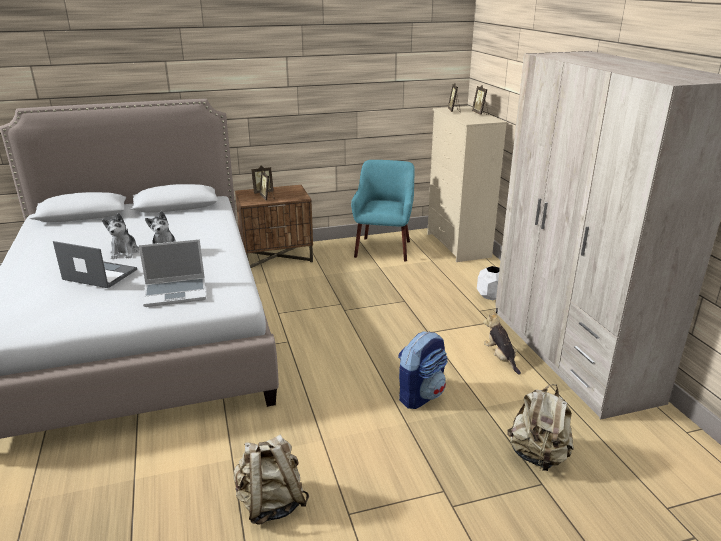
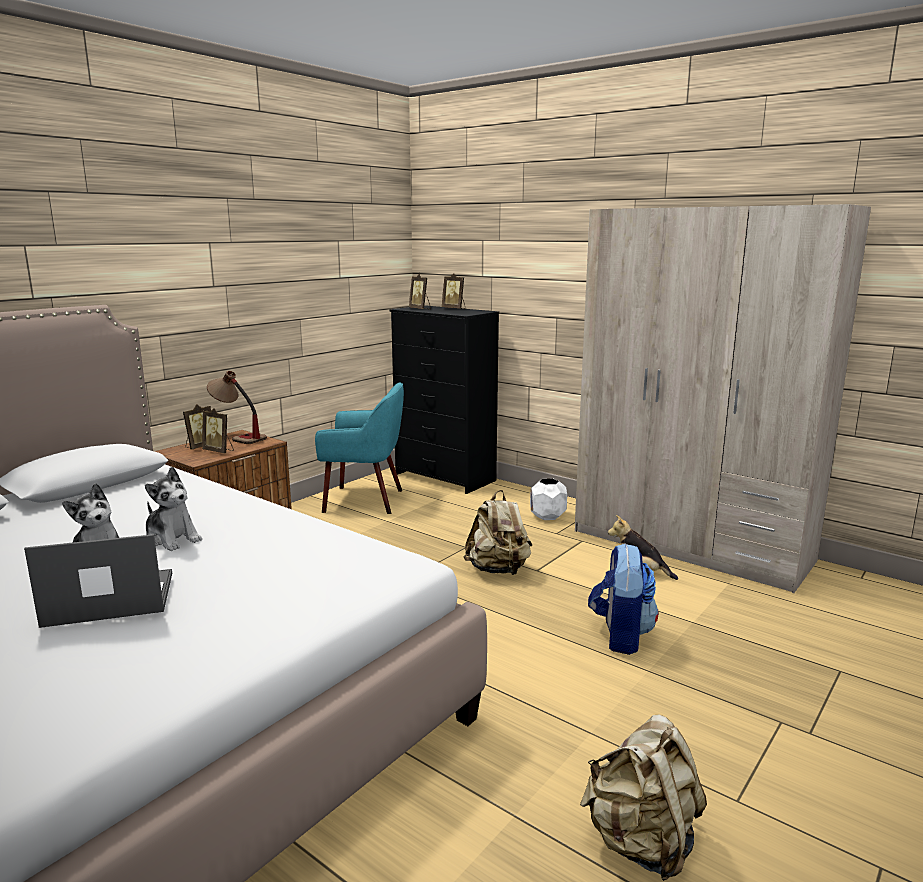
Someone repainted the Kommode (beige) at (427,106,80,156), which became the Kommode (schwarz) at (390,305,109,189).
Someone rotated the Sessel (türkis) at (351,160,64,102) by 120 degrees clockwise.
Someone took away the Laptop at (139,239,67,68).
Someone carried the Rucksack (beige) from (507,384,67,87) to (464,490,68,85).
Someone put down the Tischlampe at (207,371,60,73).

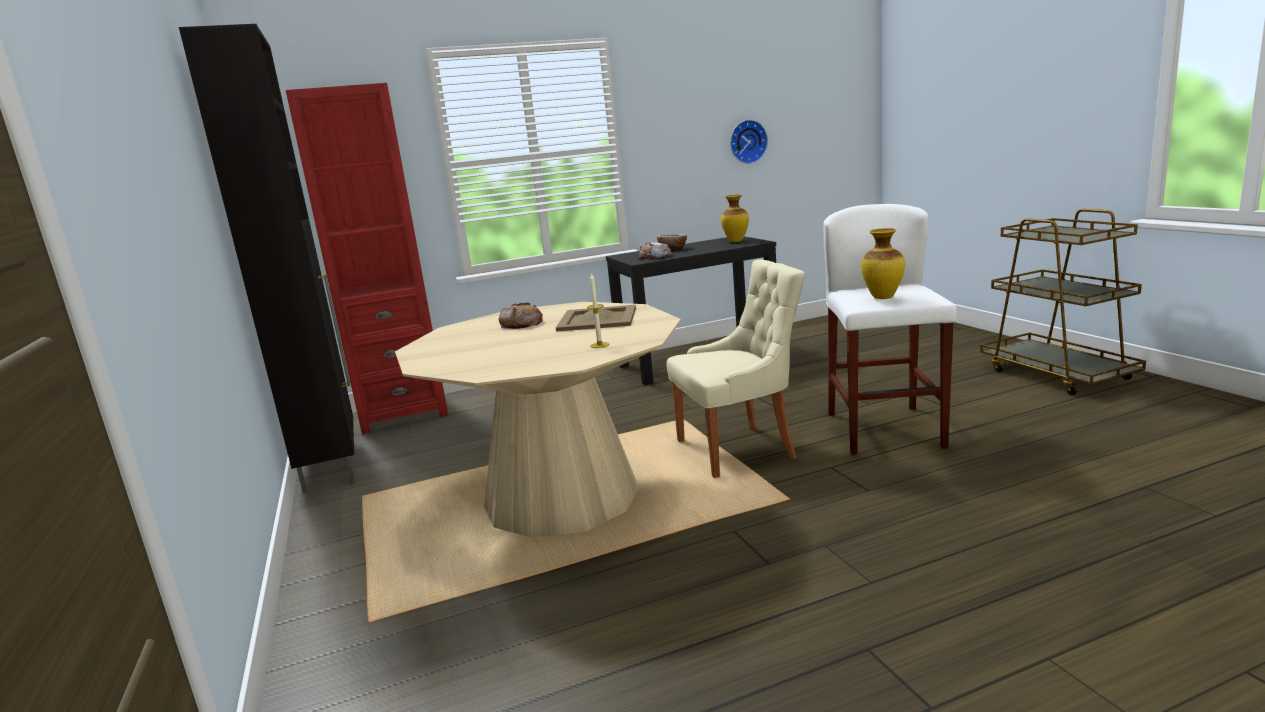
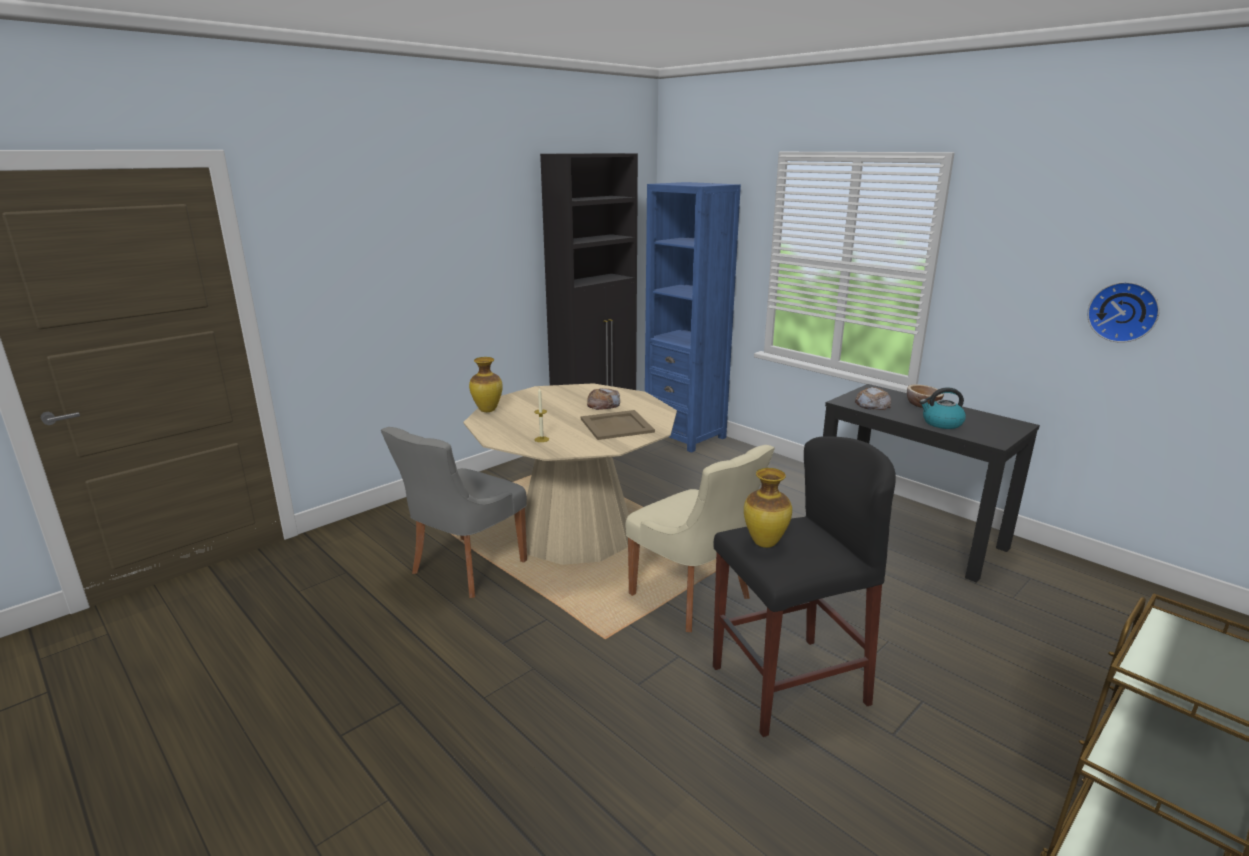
Someone repainted the Bücherregal (rot) at (286,83,162,351), which became the Bücherregal (blau) at (645,182,96,271).
Someone carried the Vase from (721,195,28,47) to (469,357,34,55).
Someone repainted the Hocker (weiß) at (823,204,134,251), which became the Hocker (schwarz) at (713,436,183,301).
Someone put down the Wasserkessel at (920,388,46,41).
Someone put down the Stuhl (grau) at (381,427,146,171).

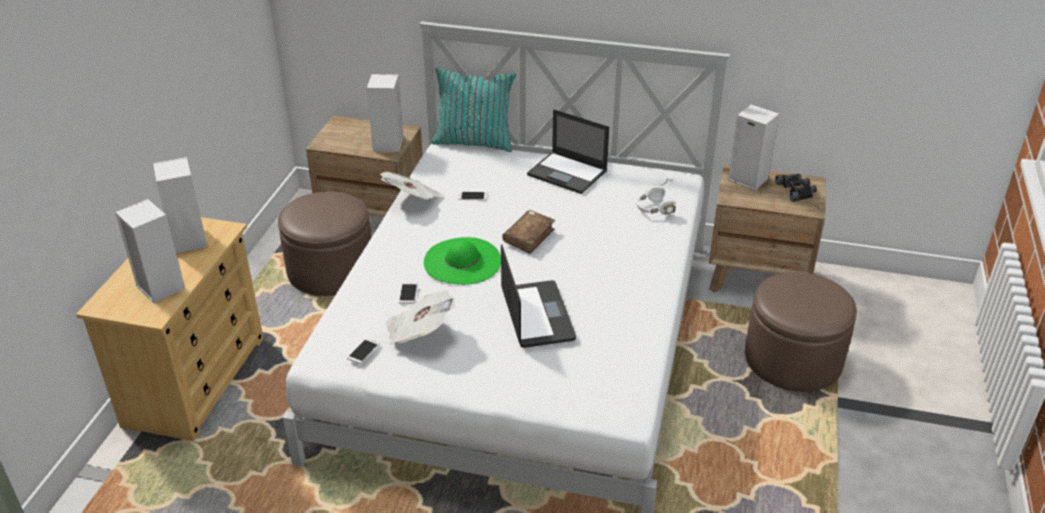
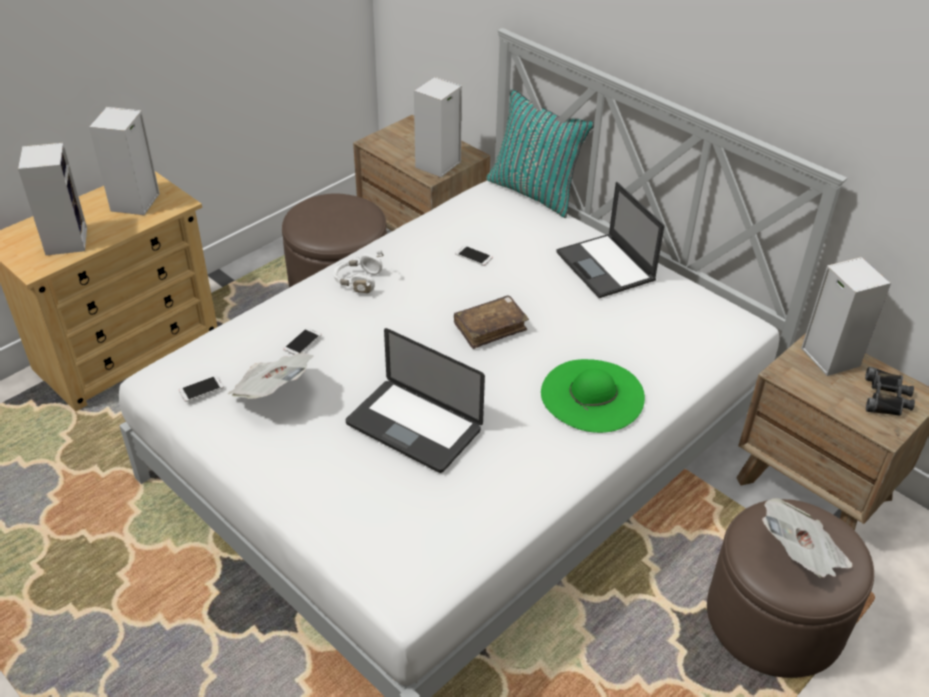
Someone carried the Zeitung from (380,172,64,28) to (762,498,91,80).
Someone carried the Kopfhörer (weiß) from (636,177,40,38) to (333,249,51,44).
Someone carried the Hut (grün) from (424,237,77,48) to (541,359,104,74).
Someone rotated the Laptop at (501,244,75,104) by 105 degrees clockwise.

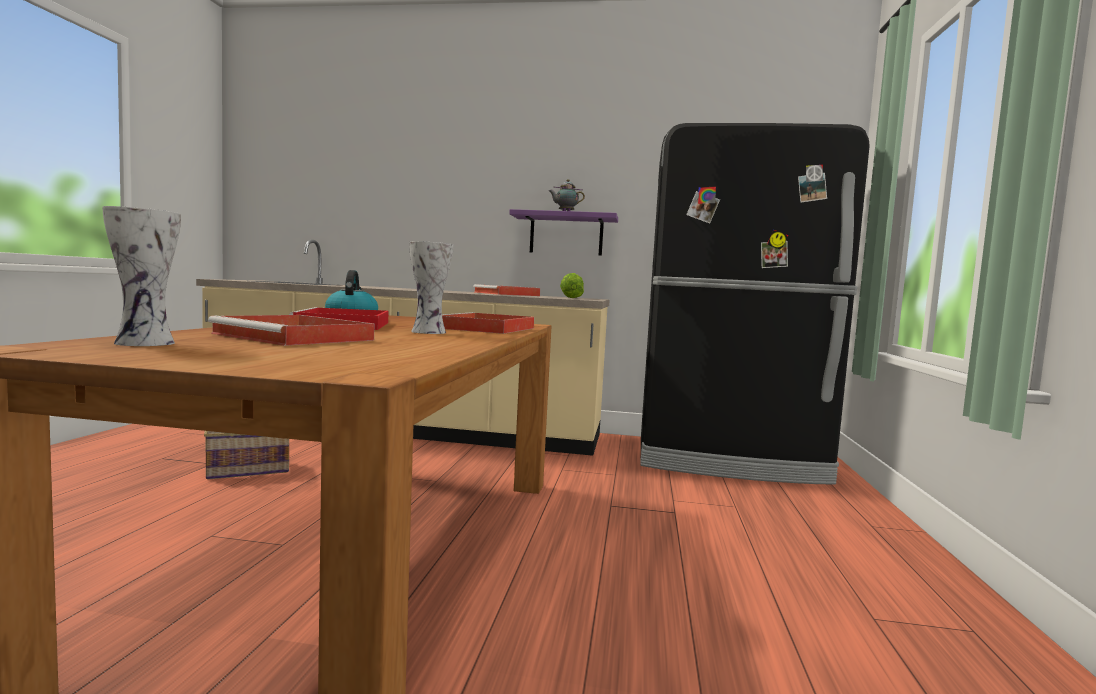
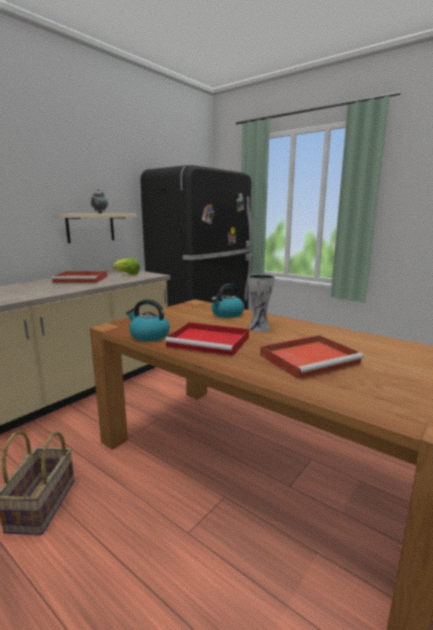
Someone took away the Vase at (102,206,79,140).
Someone repainted the Wandregal (lila) at (509,209,109,47), which became the Wandregal (beige) at (54,214,83,29).
Someone swapped the Tablett (rot) at (442,312,92,22) for the Wasserkessel at (211,284,33,34).

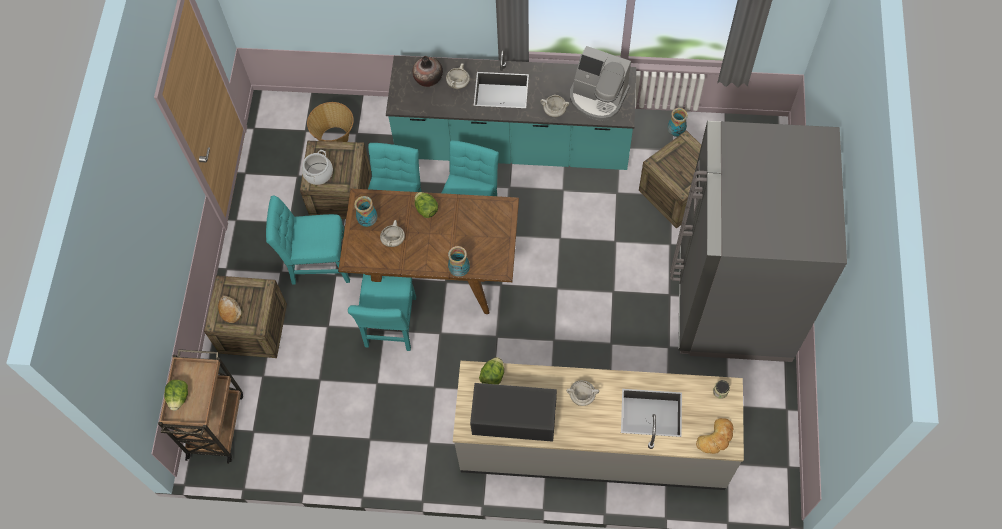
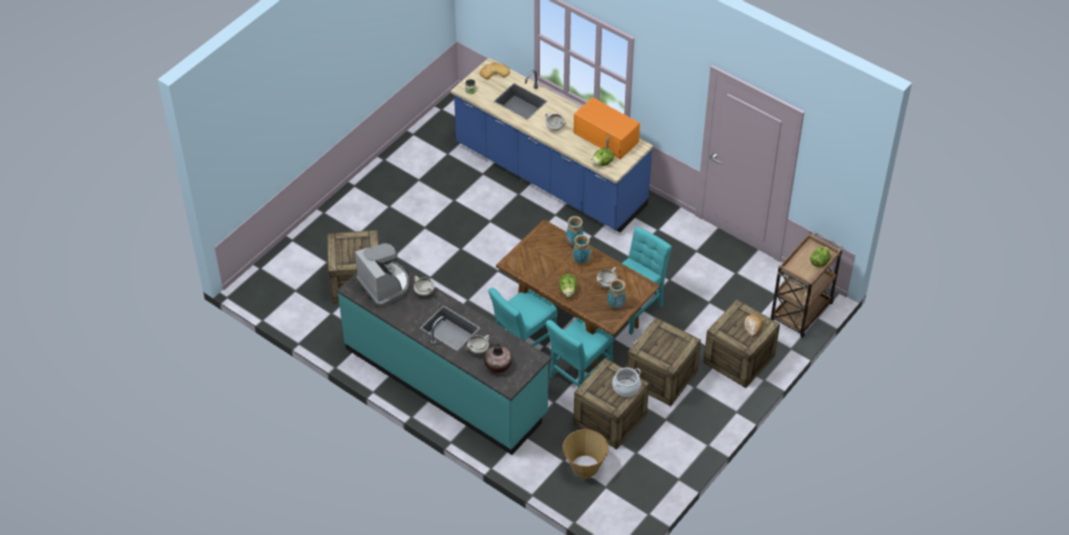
Someone carried the Vase from (667,108,21,29) to (573,234,17,29).
Someone took away the Kühlschrank (grau) at (670,121,177,241).
Someone swapped the Stuhl (türkis) at (266,195,84,89) for the Kiste at (627,317,74,89).
Someone repainted the Küchenzeile (grau) at (453,361,291,129), which became the Küchenzeile (blau) at (451,58,202,174).
Someone repainted the Mikrowelle (schwarz) at (470,383,87,59), which became the Mikrowelle (orange) at (573,97,67,62).

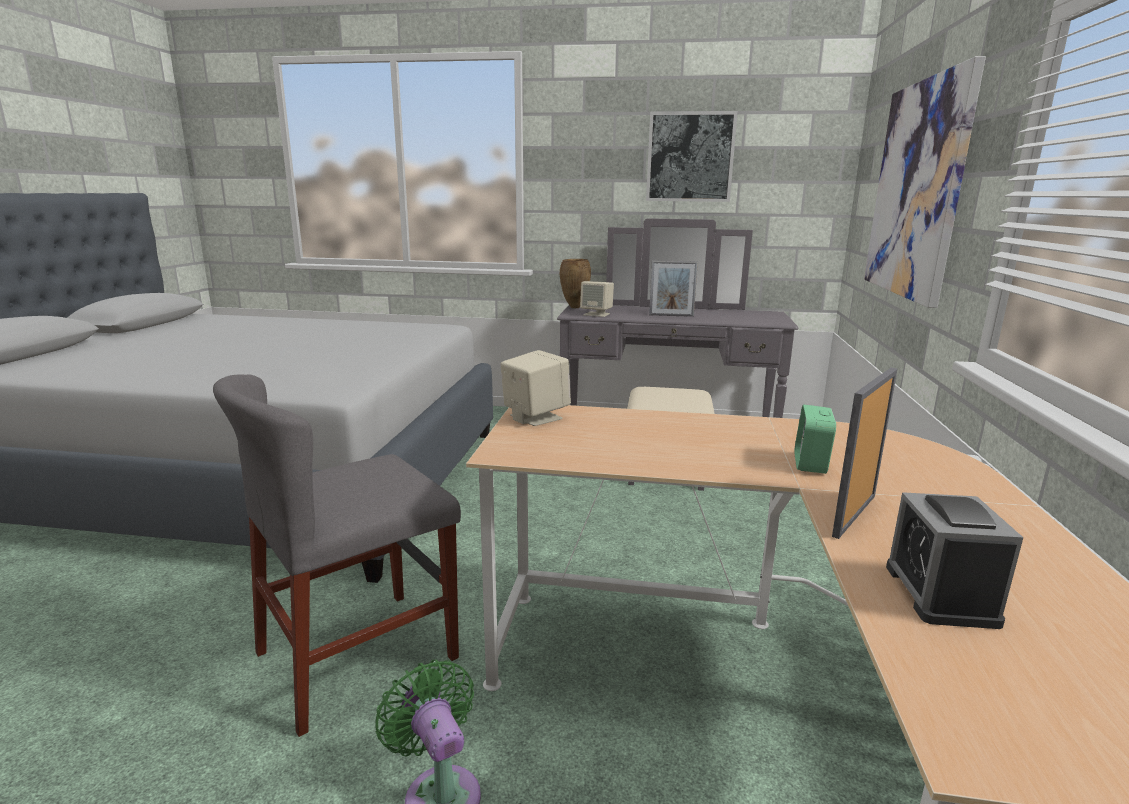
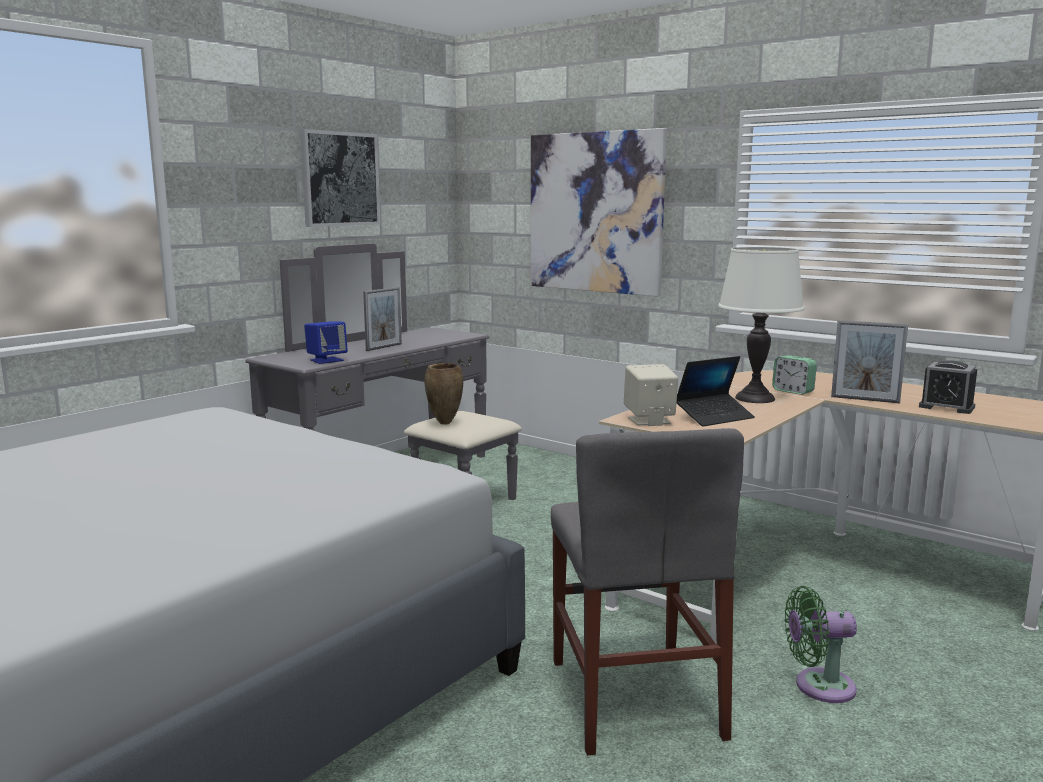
Someone carried the Vase (braun) from (560,259,31,49) to (425,363,38,61).
Someone repainted the Lautsprecher (beige) at (580,281,34,36), which became the Lautsprecher (blau) at (304,321,44,43).
Someone rotated the Bilderrahmen at (832,368,65,171) by 45 degrees counterclockwise.
Someone put down the Tischlampe (weiß) at (718,247,87,156).
Someone put down the Laptop at (677,356,78,70).

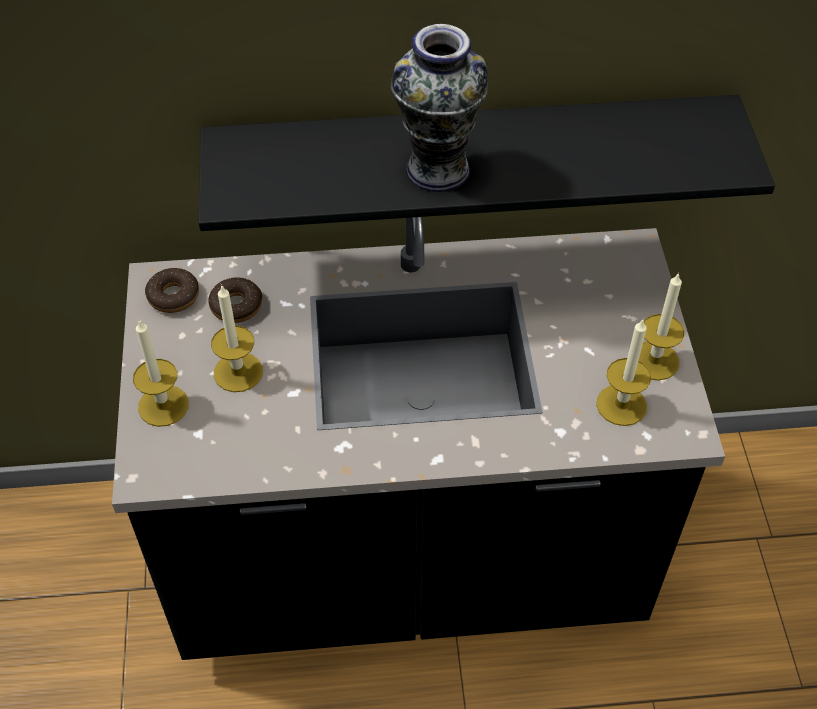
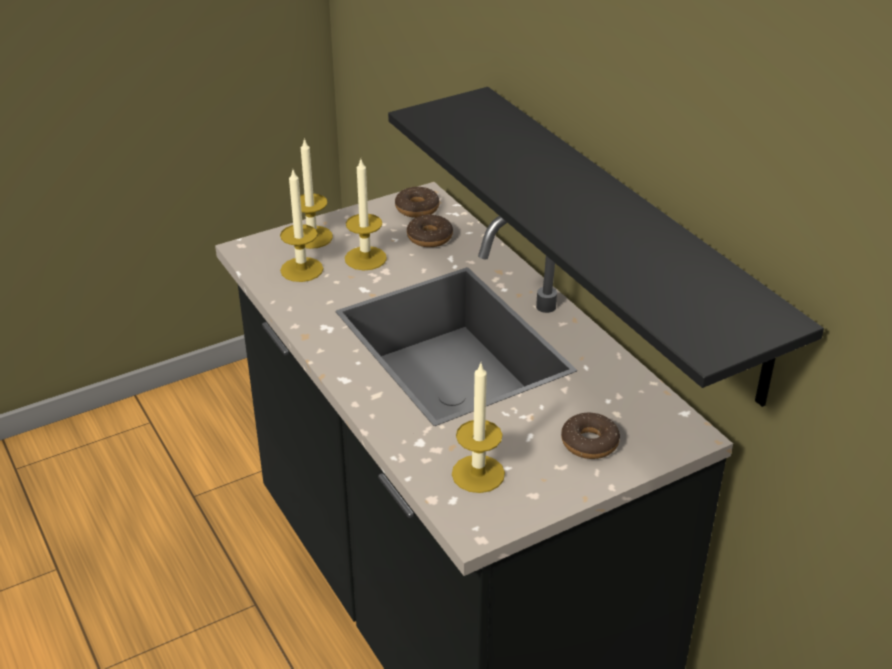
Someone took away the Vase at (391,24,97,168).
Someone carried the Kerze from (639,272,45,109) to (280,170,43,112).
Someone put down the Donut at (561,413,59,46).

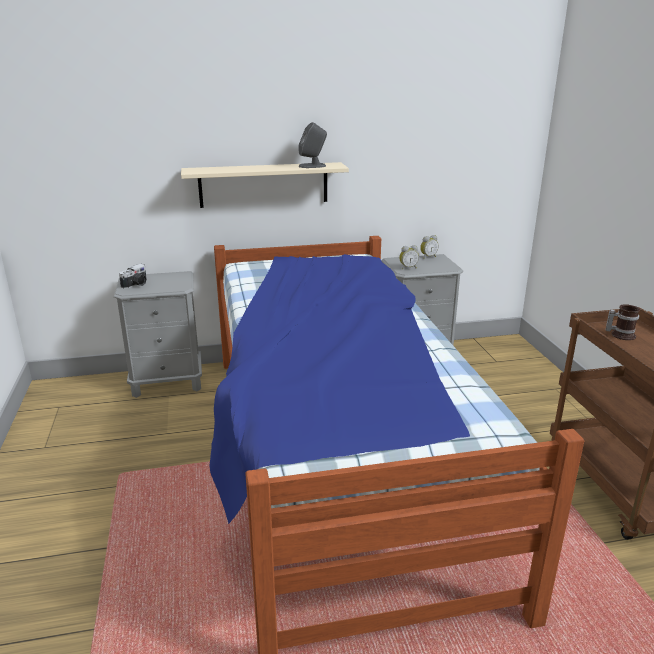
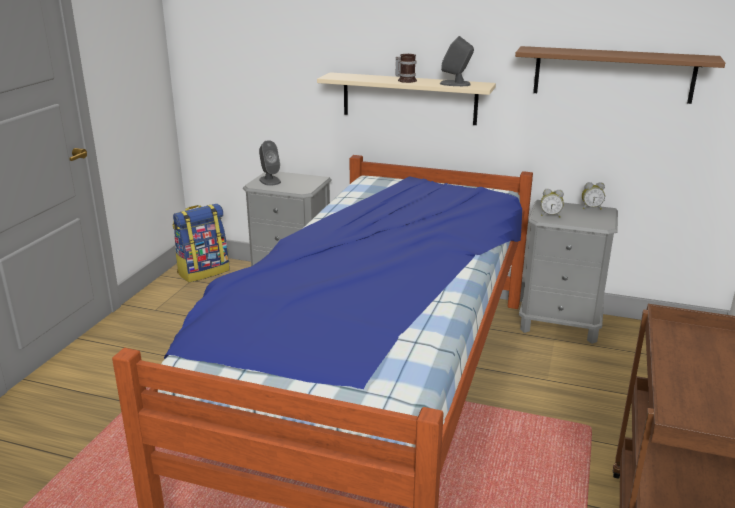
Someone swapped the Kamera at (119,264,28,25) for the Lautsprecher (grau) at (259,140,22,46).
Someone carried the Henkelbecher from (605,304,35,36) to (396,54,21,29).
Someone put up the Wandregal (braun) at (515,46,210,58).
Someone put down the Rucksack at (172,204,58,78).

